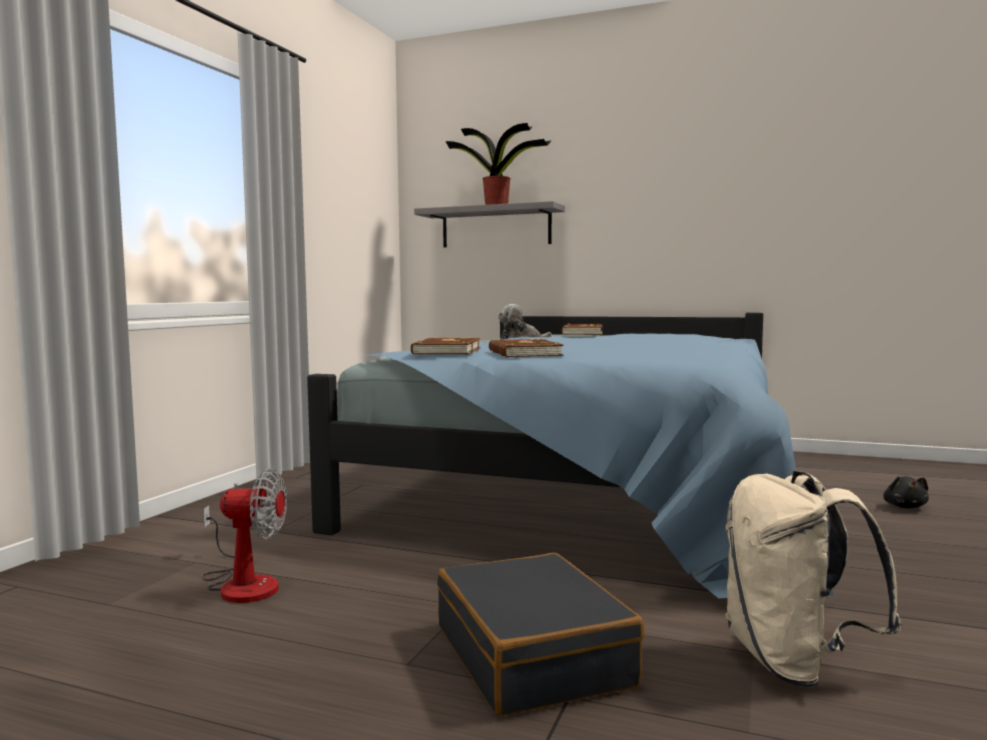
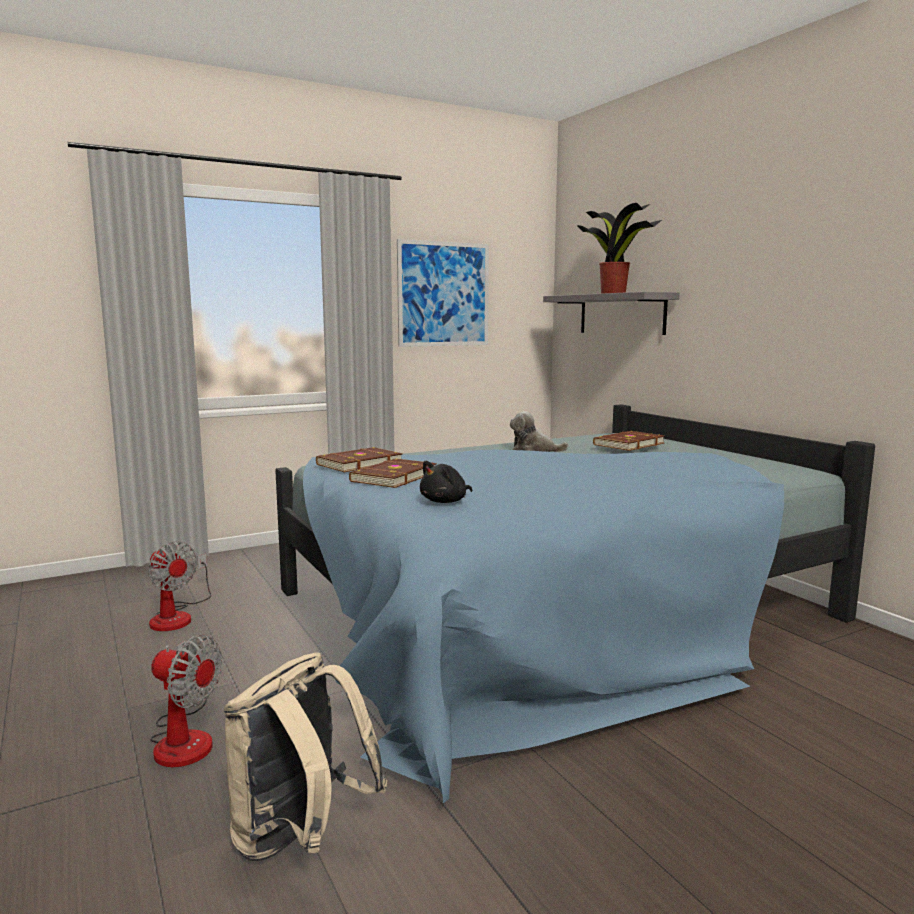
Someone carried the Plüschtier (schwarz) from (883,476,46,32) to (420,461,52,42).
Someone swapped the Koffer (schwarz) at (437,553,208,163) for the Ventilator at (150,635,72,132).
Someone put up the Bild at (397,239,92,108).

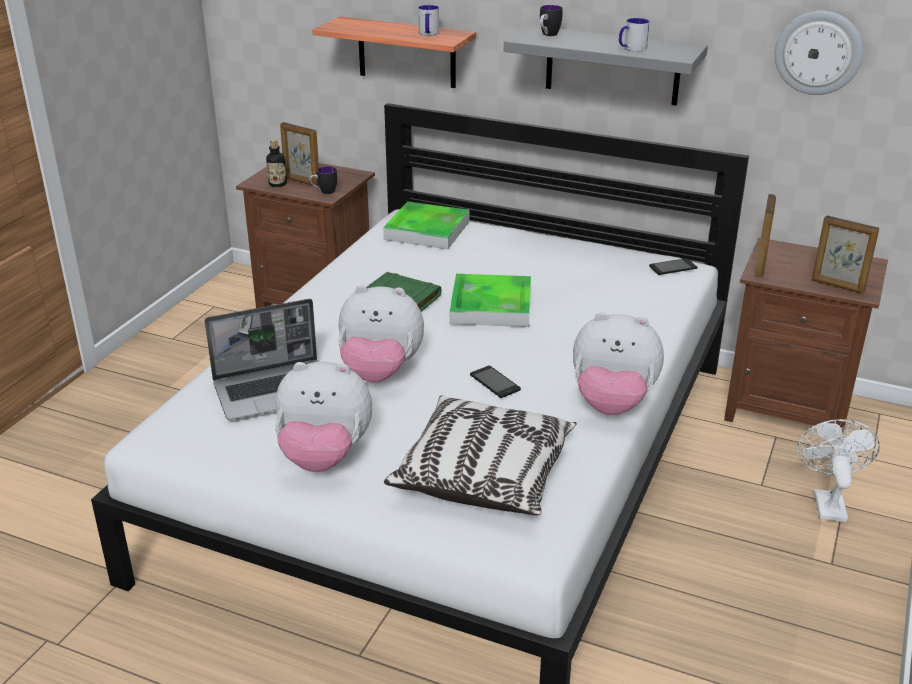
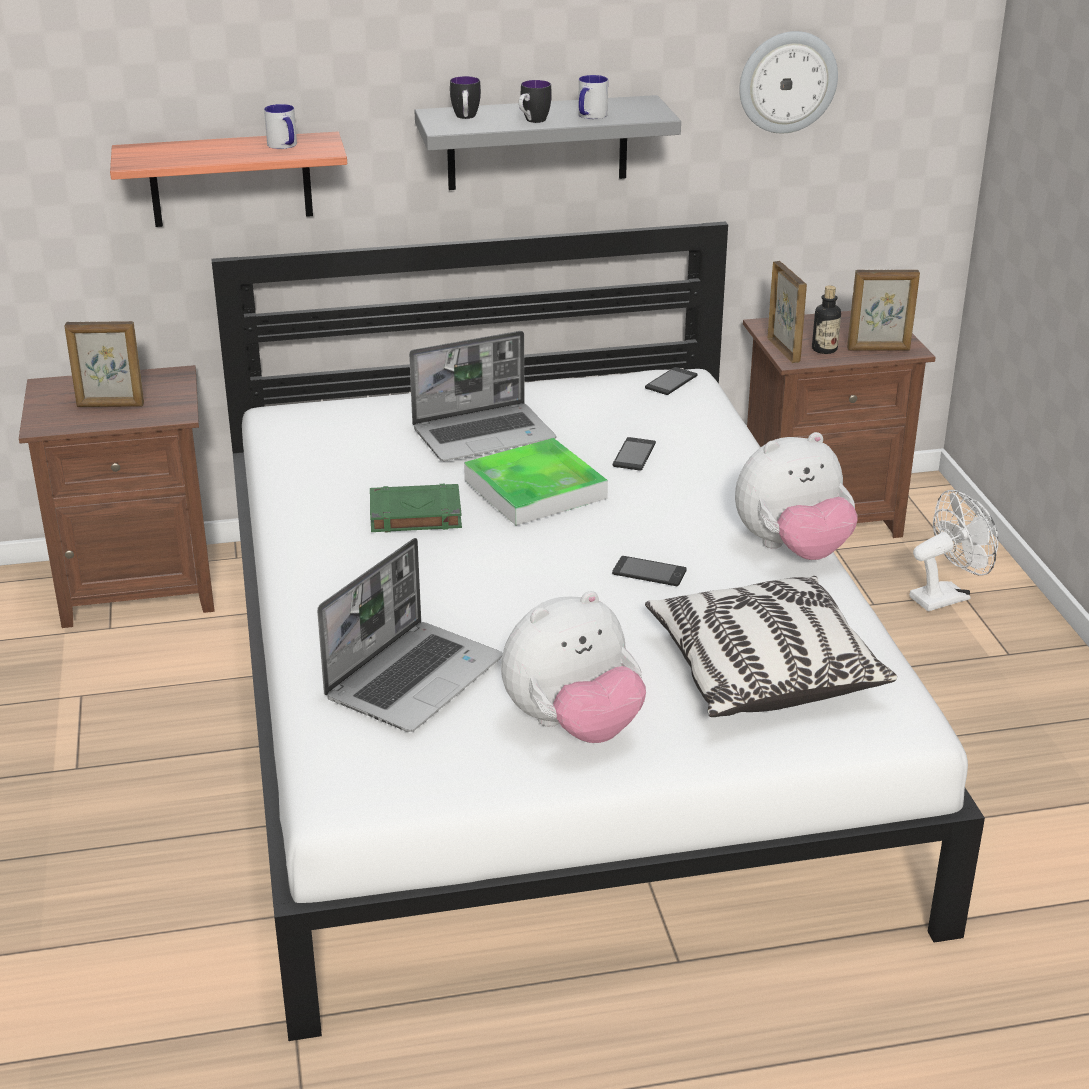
Someone carried the Flasche from (266,139,21,48) to (812,285,29,69).
Someone carried the Henkelbecher from (310,166,27,28) to (519,80,33,43).
Someone took away the Tablett at (383,201,86,48).
Someone took away the Plüschtier at (338,285,86,98).
Someone rotated the Ventilator (weiß) at (797,419,83,103) by 90 degrees clockwise.
Someone put down the Laptop at (409,331,147,130).
Someone put down the Handy at (613,437,43,33).

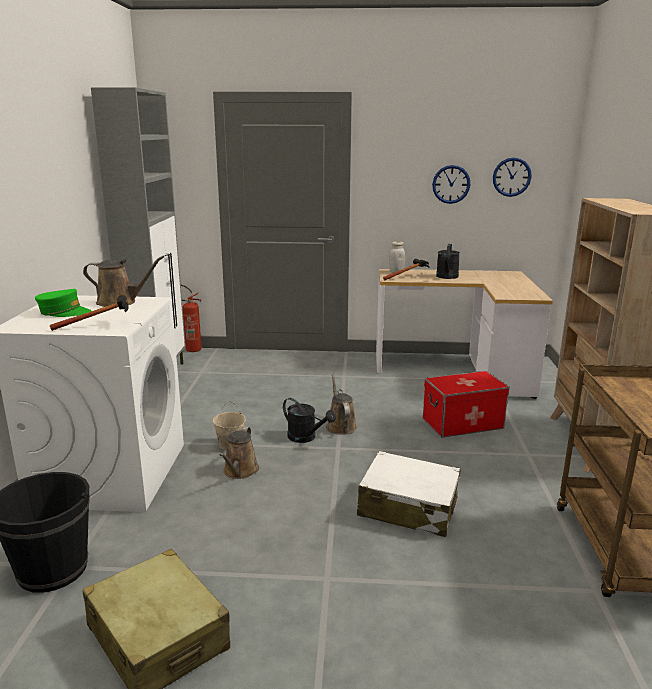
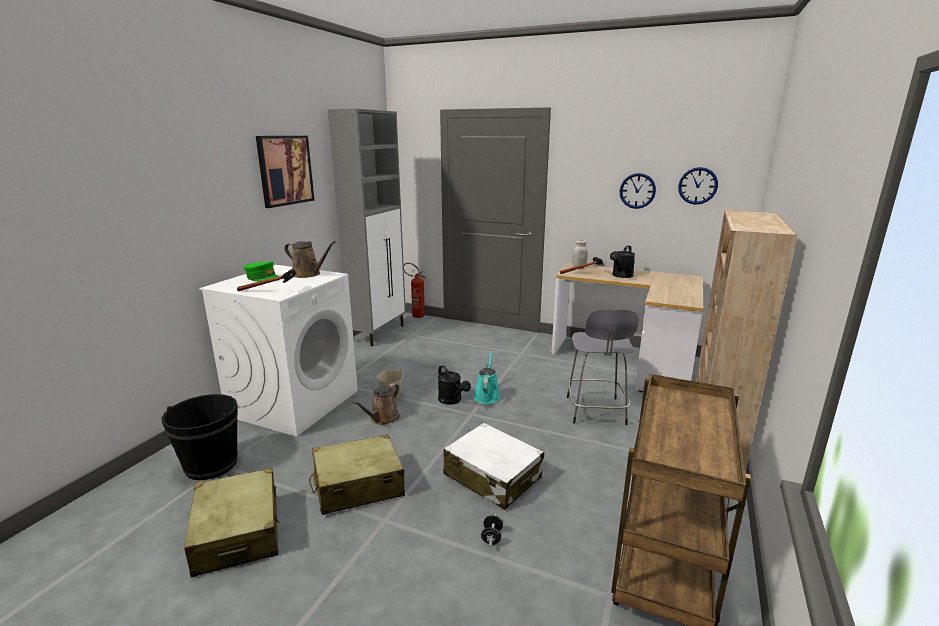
Someone swapped the Aufbewahrungsbox at (423,371,87,67) for the Hocker (grau) at (567,309,72,116).
Someone repainted the Gießkanne (braun) at (326,374,31,61), which became the Gießkanne (türkis) at (473,350,27,54).
Someone put up the Bild at (256,136,58,72).
Someone put down the Koffer (beige) at (309,434,96,81).
Someone put down the Hantel (schwarz) at (481,514,22,33).

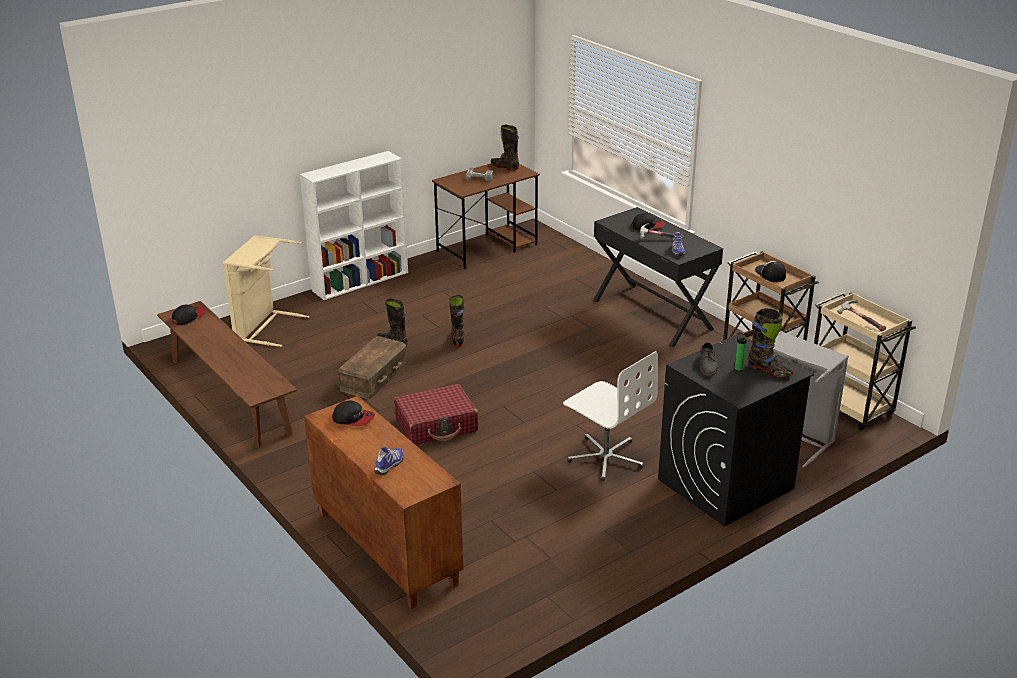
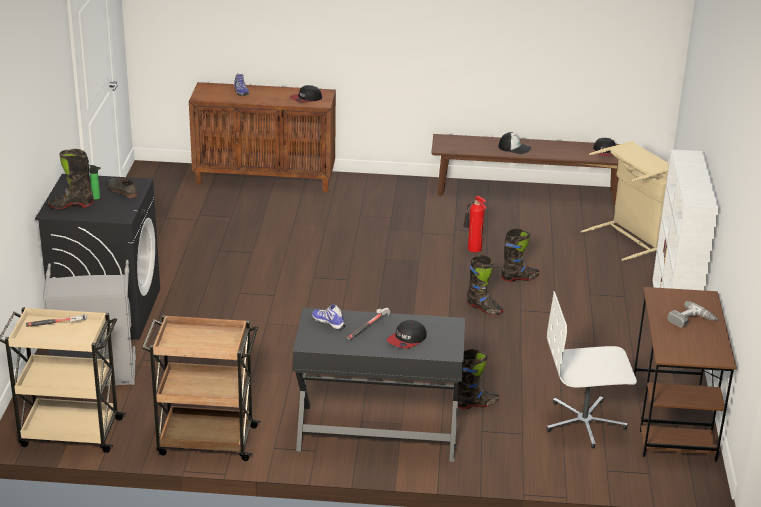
Someone carried the Stiefel (schwarz) from (491,125,28,46) to (458,349,41,60).
Someone carried the Kappe from (755,261,31,21) to (499,132,32,22).
Someone swapped the Aufbewahrungsbox (braun) at (338,336,69,63) for the Feuerlöscher at (464,196,23,57).
Someone carried the Bürostuhl (weiß) from (563,351,95,130) to (546,291,91,157).
Someone took away the Koffer (rot) at (394,384,84,61).

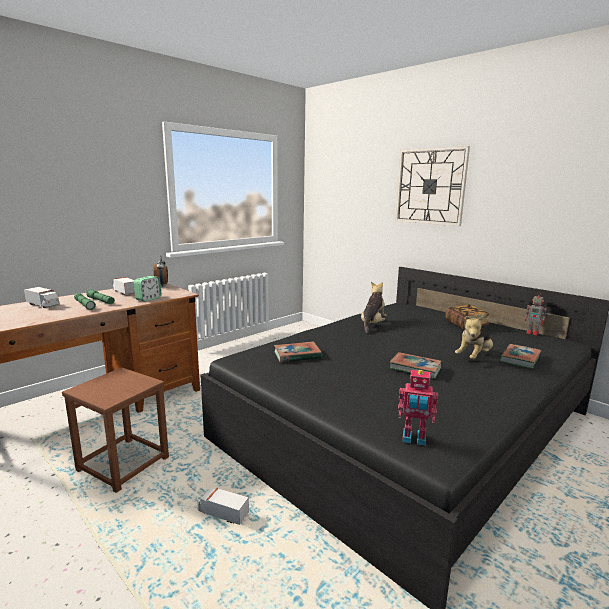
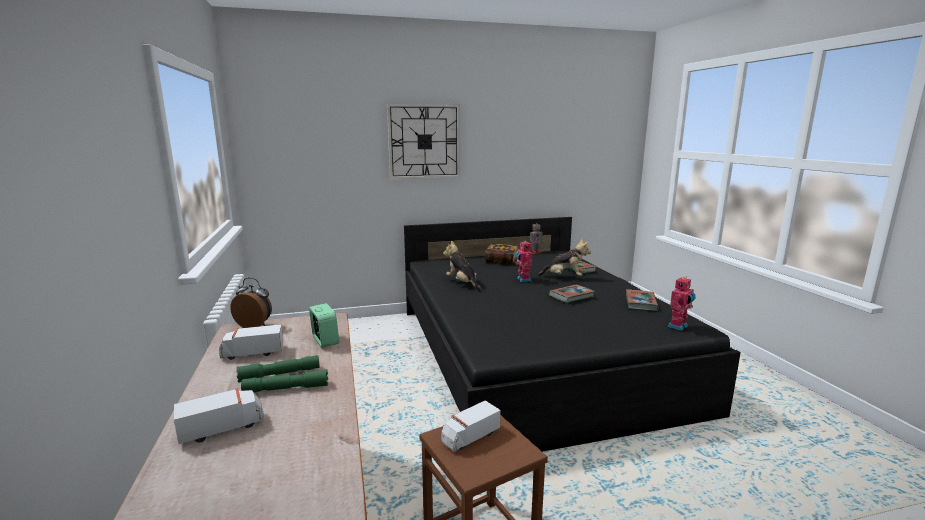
Someone rotated the Plüschtier at (455,315,38,44) by 60 degrees counterclockwise.
Someone carried the Buch from (274,341,48,21) to (626,289,33,22).
Someone carried the Spielzeuglaster from (198,488,51,37) to (441,400,60,52).
Someone put down the Spielzeugroboter at (515,240,17,42).

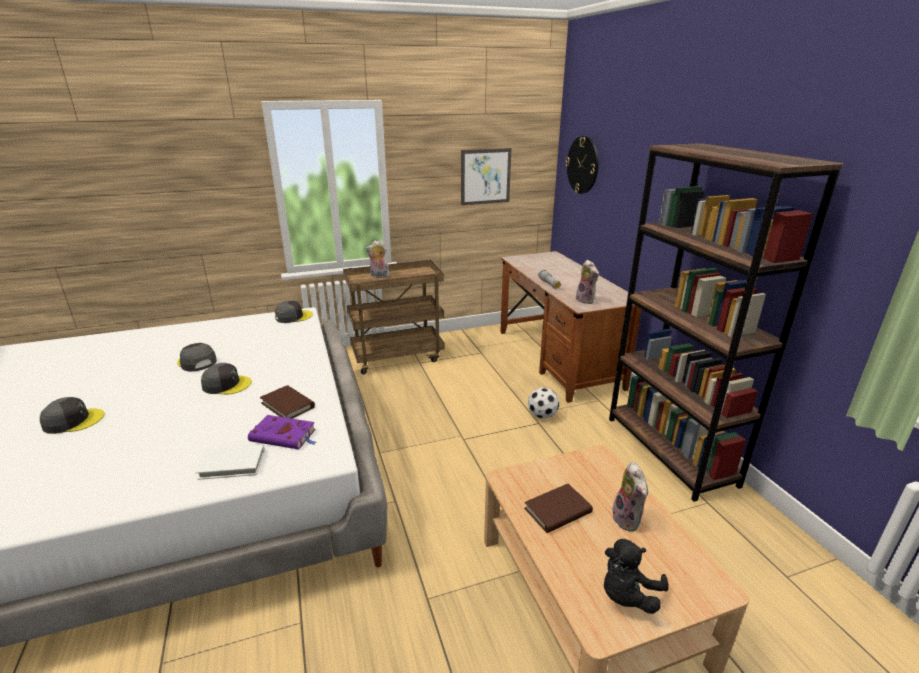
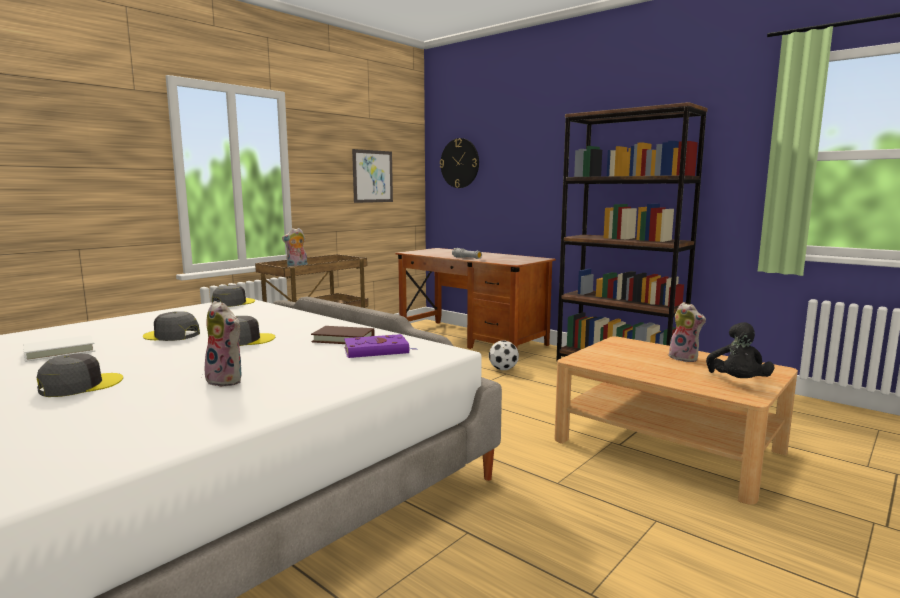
Someone carried the Plüschtier from (576,260,23,44) to (205,301,36,86).
Someone carried the Buch (weiß) from (196,444,69,36) to (23,335,72,27).
Someone took away the Buch (braun) at (524,484,69,49).

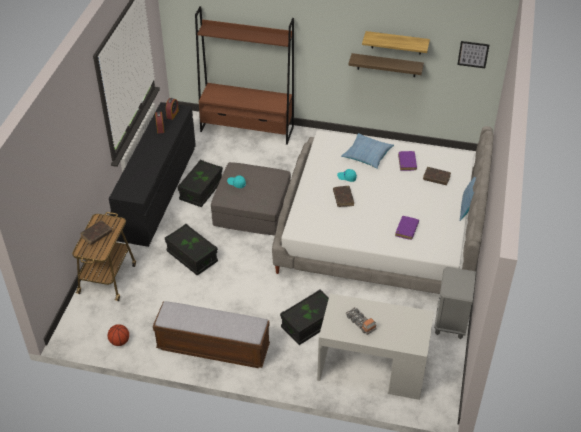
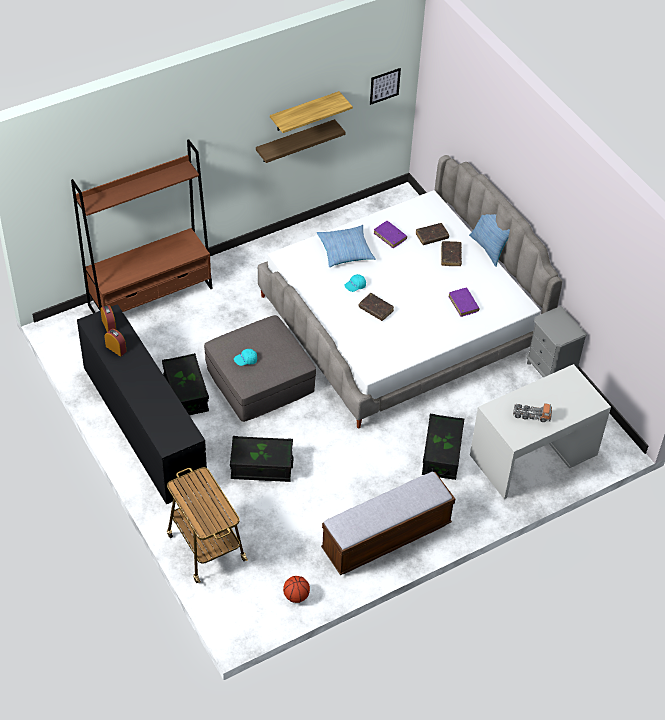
Someone carried the Buch (braun) from (80,220,32,25) to (441,241,21,25).

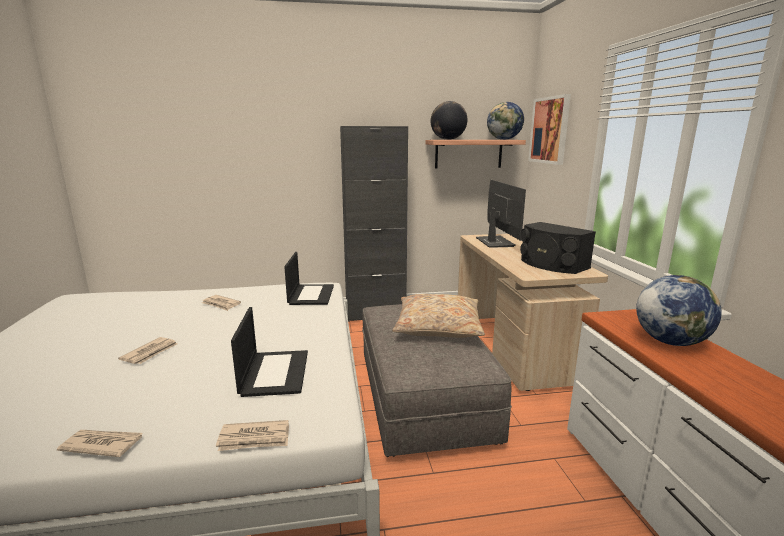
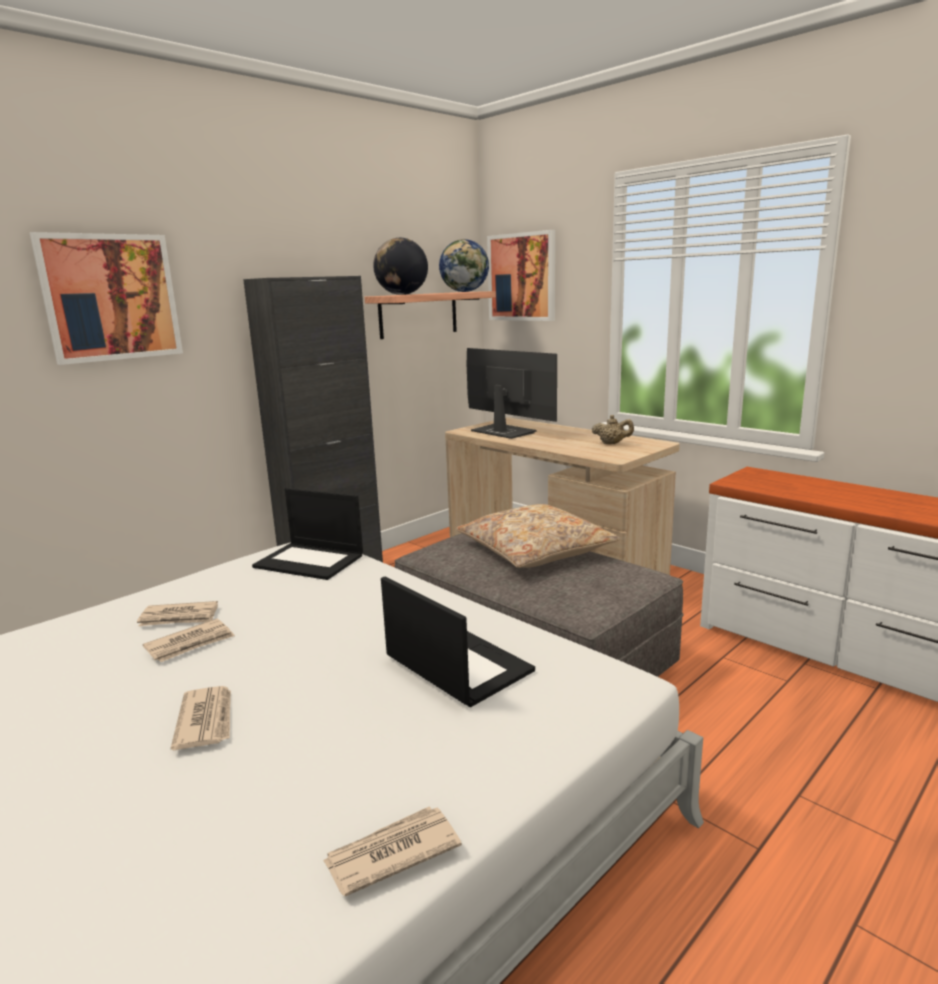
Someone swapped the Lautsprecher (schwarz) at (520,222,76,52) for the Teekanne (beige) at (592,415,42,29).
Someone rotated the Laptop at (284,252,50,53) by 150 degrees clockwise.
Someone took away the Globus at (636,275,86,71).
Someone carried the Zeitung from (216,420,73,31) to (143,619,92,43).
Someone put up the Bild at (30,232,153,133).

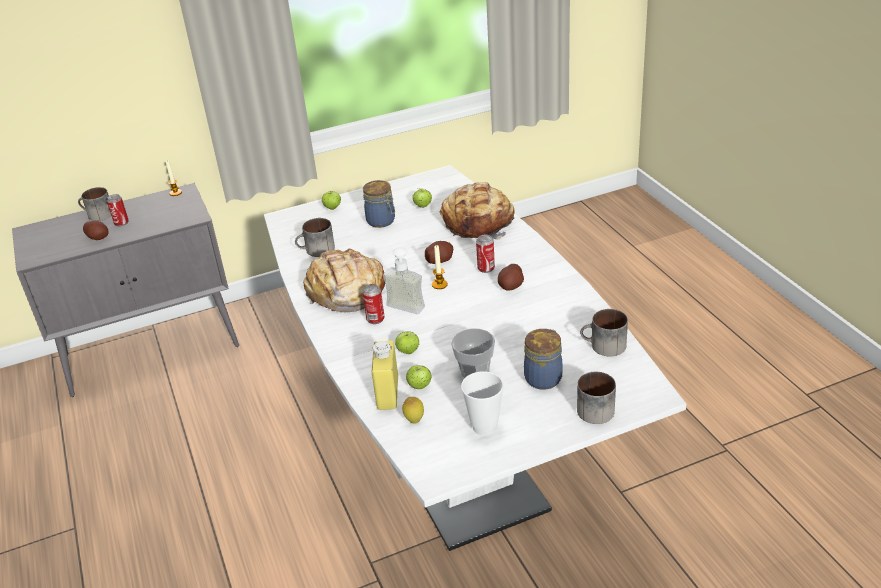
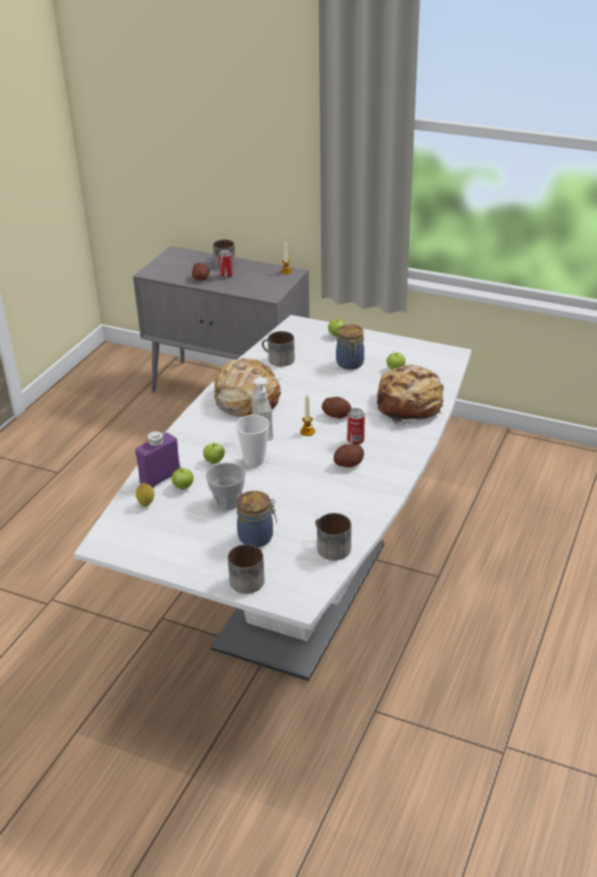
Someone took away the Dose at (362,284,23,40).
Someone repainted the Flasche (gelb) at (372,341,26,69), which became the Flasche (lila) at (136,431,44,57).
Someone carried the Tasse from (461,371,43,64) to (235,415,34,52).

